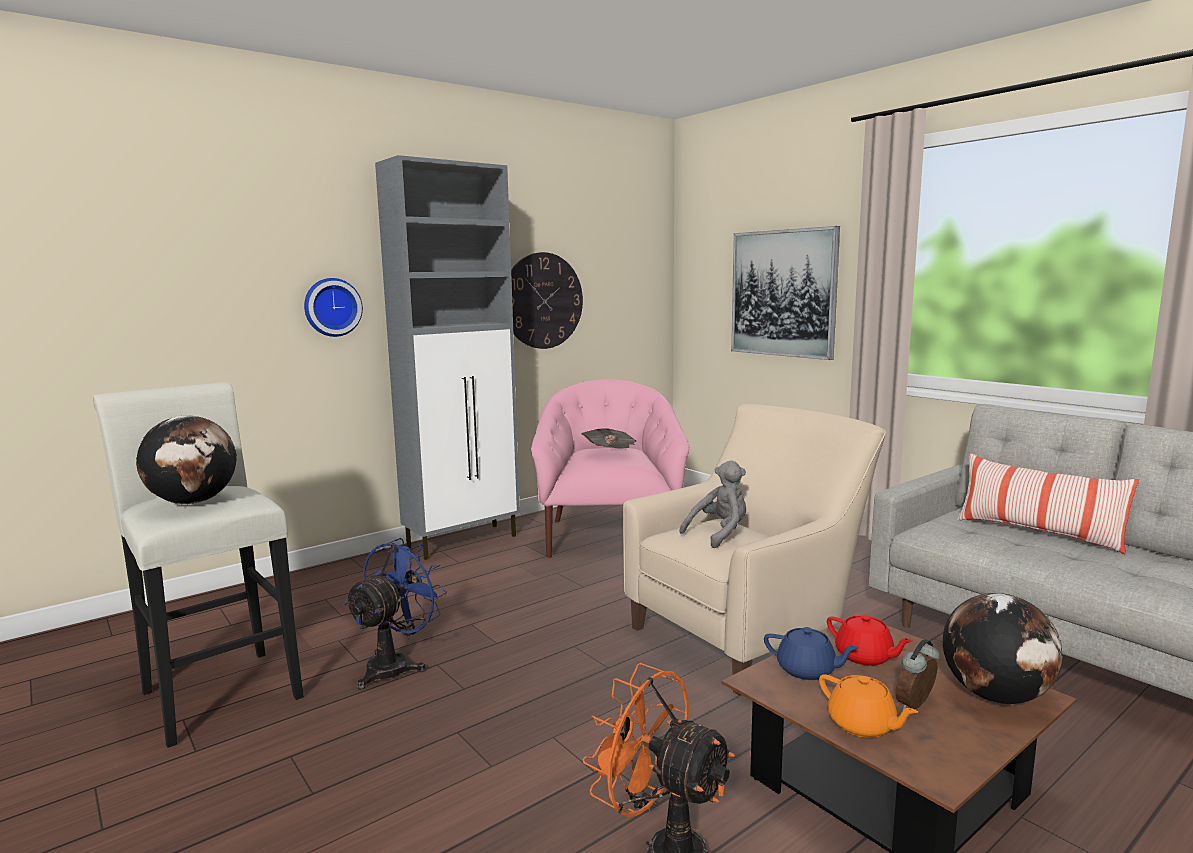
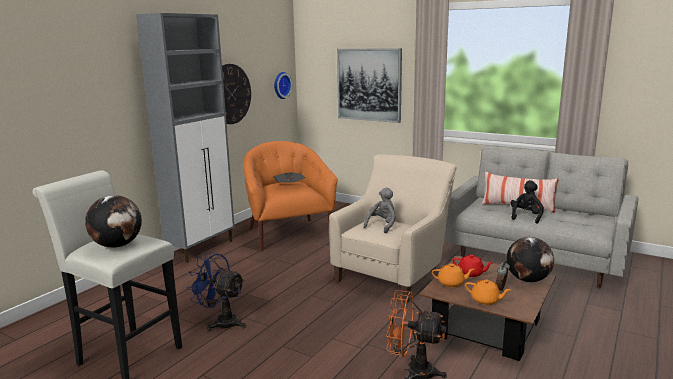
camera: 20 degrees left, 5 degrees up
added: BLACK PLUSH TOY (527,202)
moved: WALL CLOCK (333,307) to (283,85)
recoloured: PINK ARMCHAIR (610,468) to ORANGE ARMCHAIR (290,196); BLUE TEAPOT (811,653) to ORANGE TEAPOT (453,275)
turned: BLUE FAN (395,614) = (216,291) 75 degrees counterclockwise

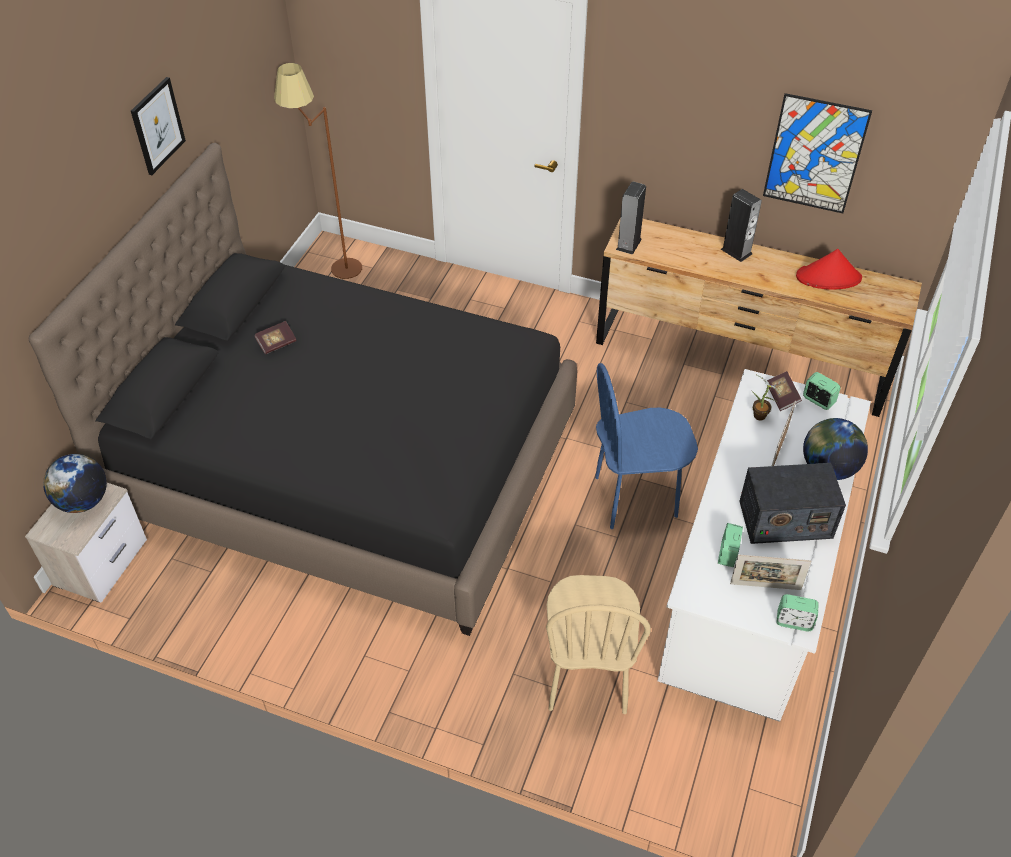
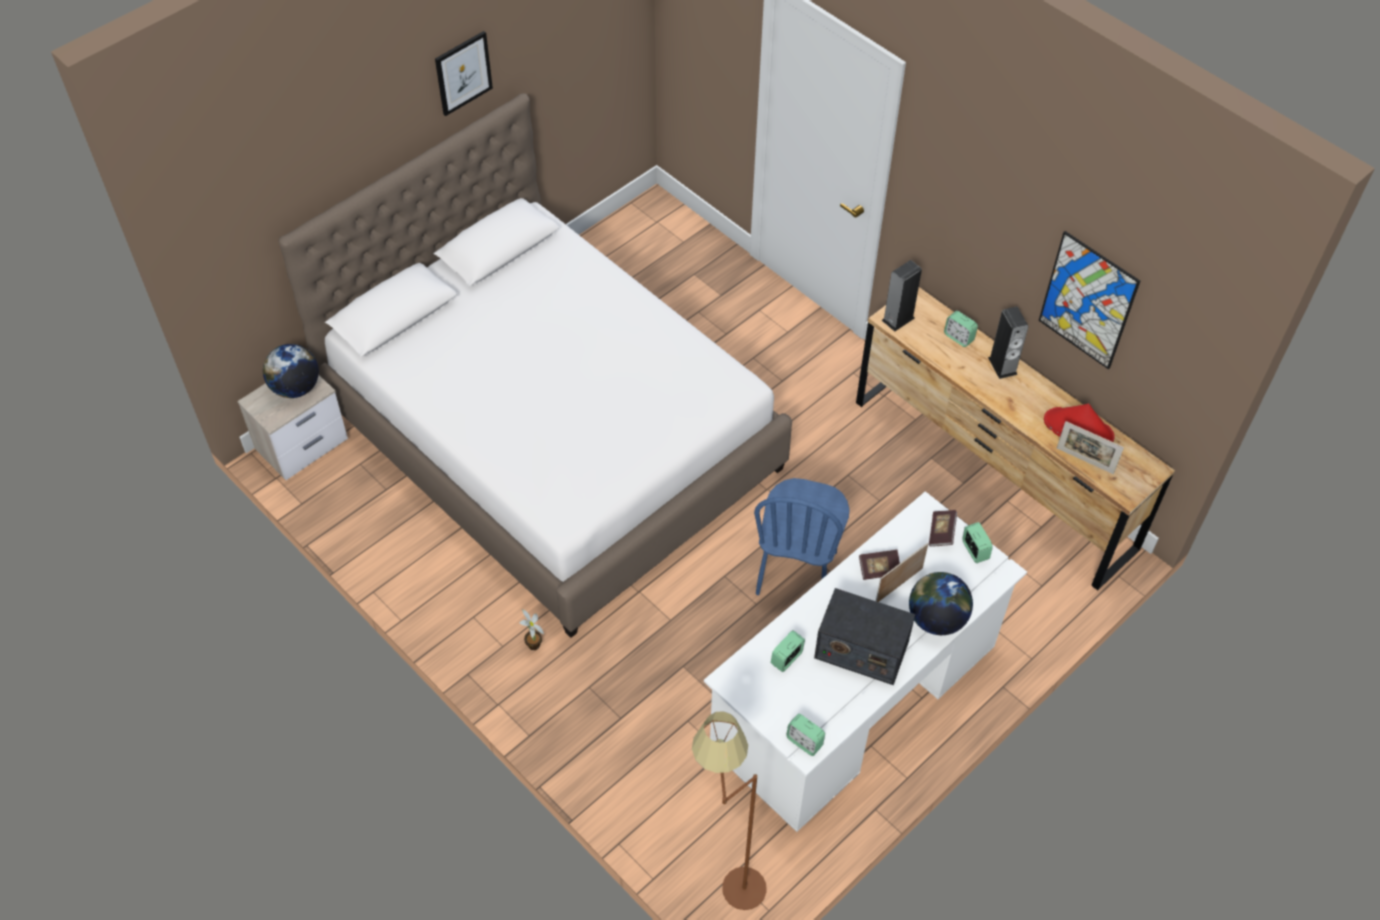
camera: 25 degrees right, 5 degrees up
removed: BEIGE CHAIR (598,644)
added: ALARM CLOCK (961,329)
moved: BROWN FLOOR LAMP (318,171) to (729,810); BOOK (275,337) to (879,565); POTTED PLANT (766,397) to (532,629); PICTURE FRAME (771,572) to (1090,447)
recoloured: BLACK BED (303,389) to WHITE BED (535,365)
turned: BLUE CHAIR (646,446) = (802,536) 90 degrees counterclockwise

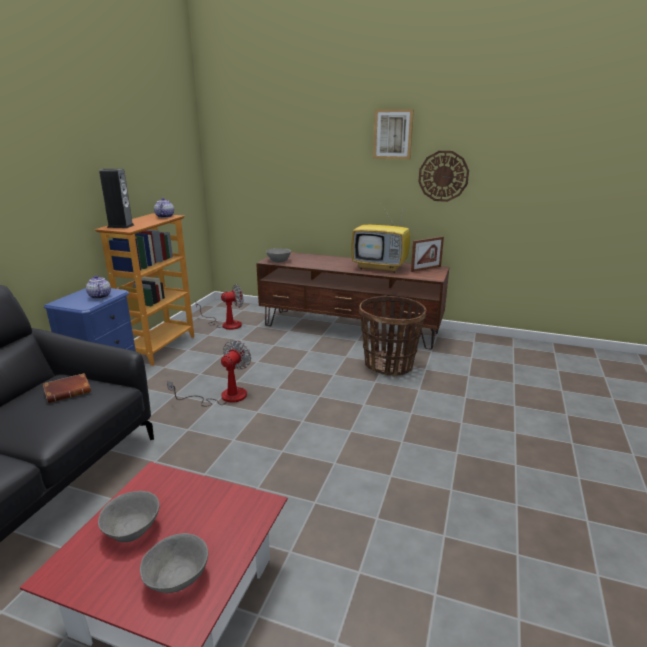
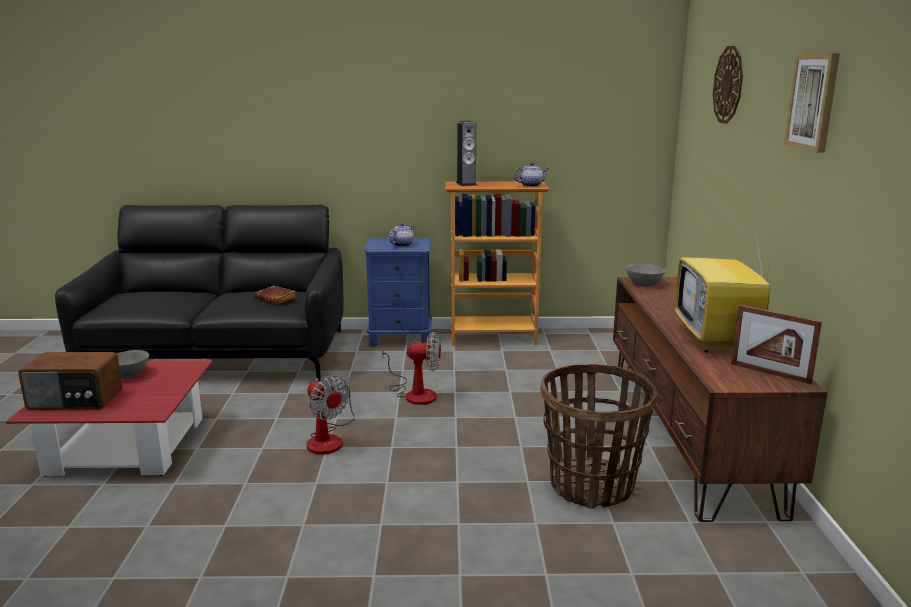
camera: 70 degrees right, 5 degrees down
moved: WALL CLOCK (443,176) to (728,85); FAN (219,307) to (331,415)
replaced: GREY BOWL (174,563) to RADIO (70,381)

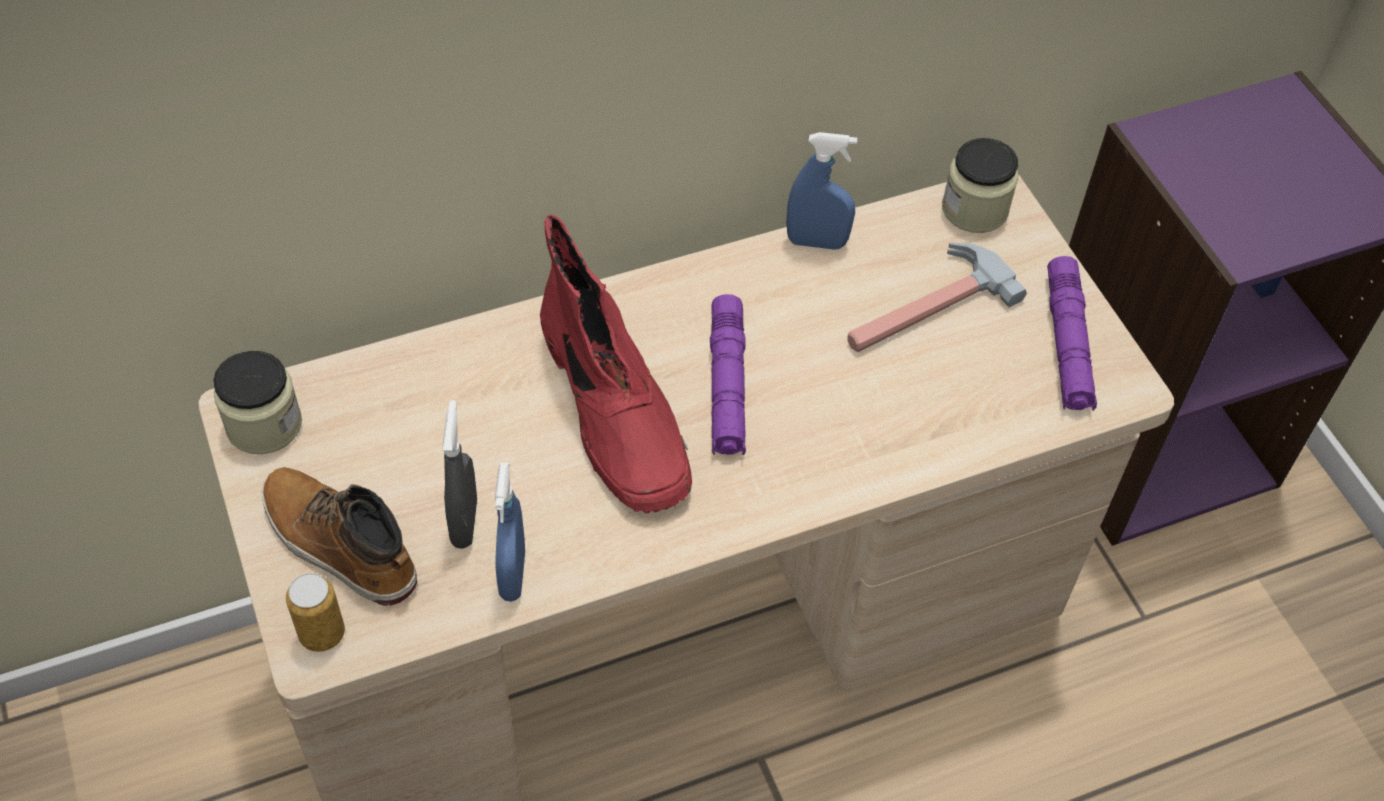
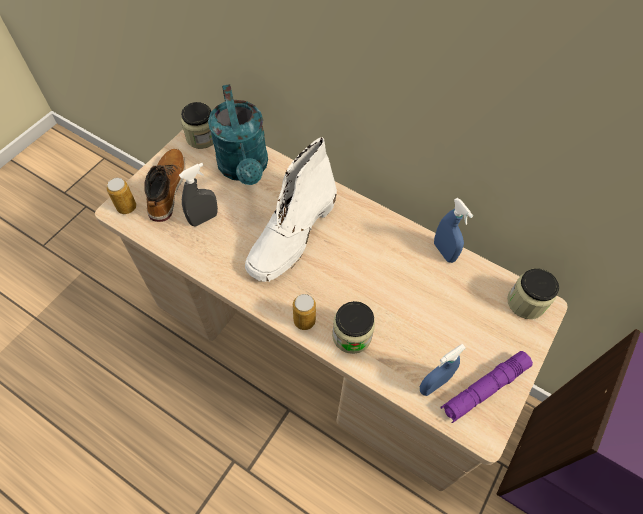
camera: 55 degrees right, 5 degrees up
removed: HAMMER (937,297); PURPLE FLASHLIGHT (728,374)
added: TURQUOISE WATERING CAN (238,134); CAN (304,312); JAR (353,327)
moved: BLUE SPRAY BOTTLE (510,532) to (443,370)
recoloured: RED BOOT (616,364) to WHITE BOOT (291,209)

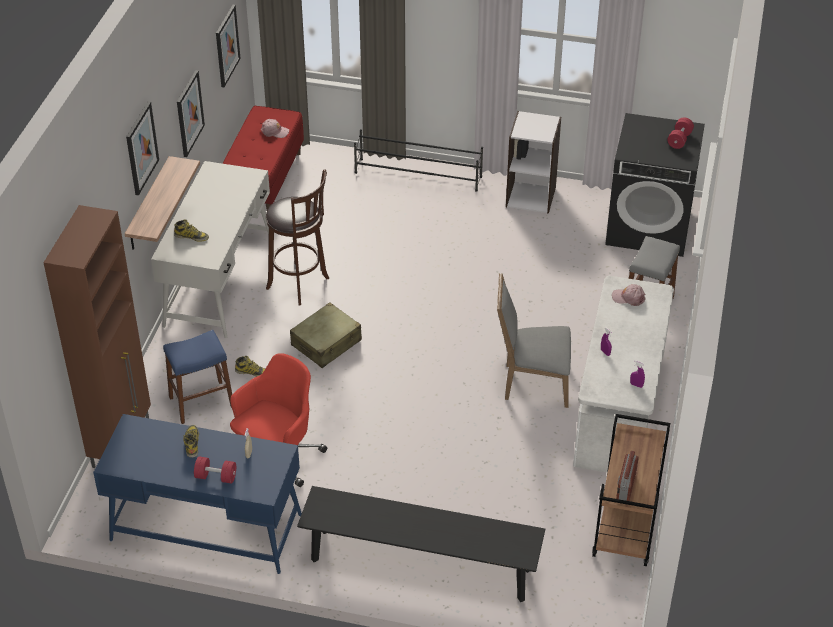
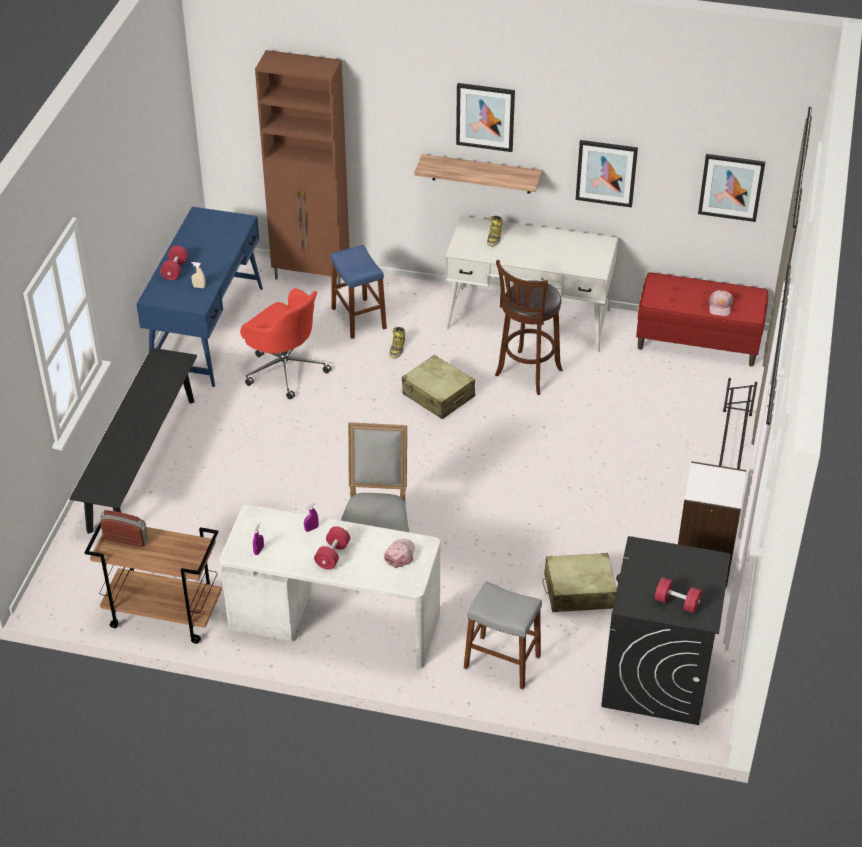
camera: 90 degrees right, 0 degrees up
removed: BOOT (191,441)
added: RED DUMBBELL (332,548); BEIGE SUITCASE (579,582)

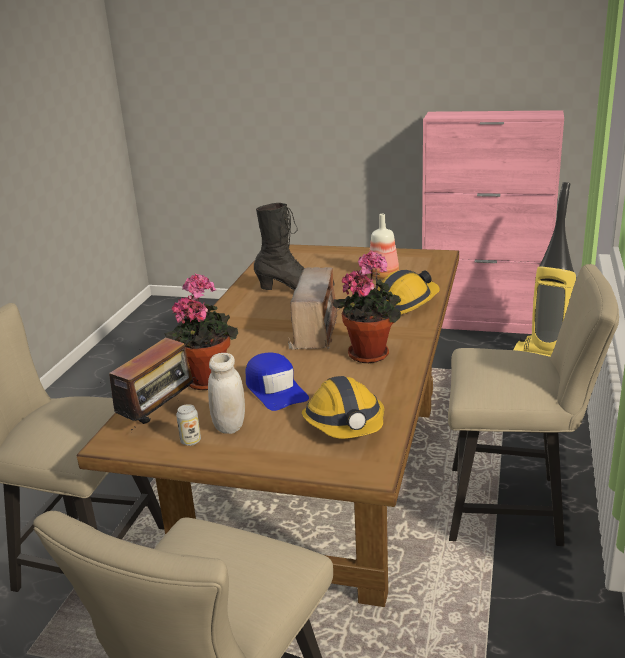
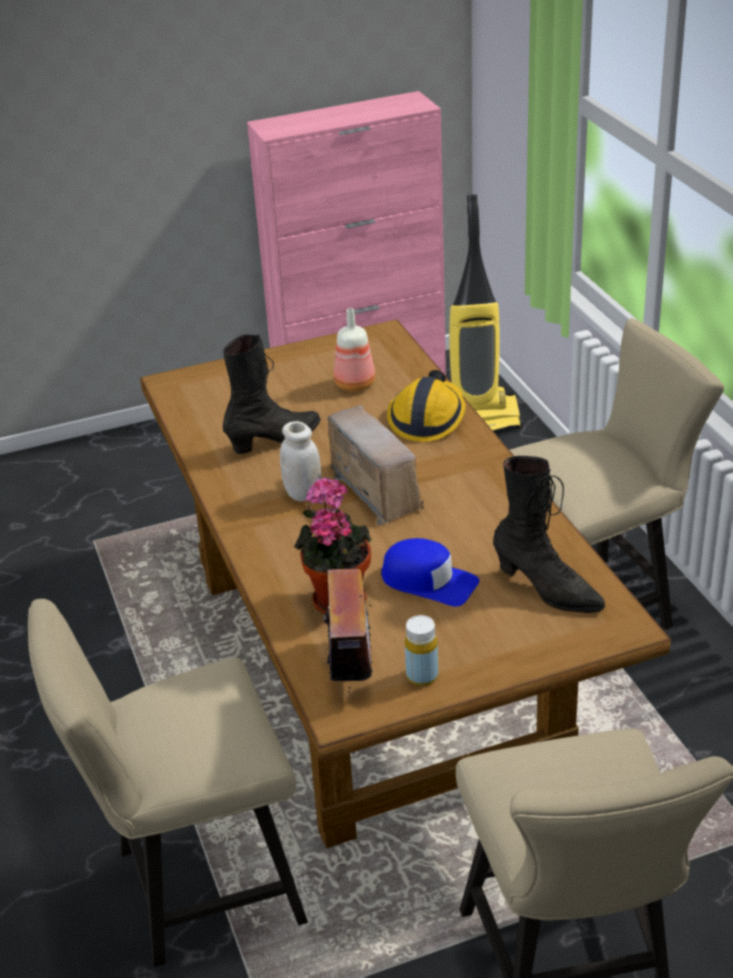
camera: 35 degrees left, 10 degrees up
removed: POTTED PLANT (367,307)
moved: WHITE JAR (226,393) to (300,461)
replaced: HARD HAT (343,407) to BLACK BOOT (549,534); CAN (188,425) to YELLOW BOTTLE (421,650)

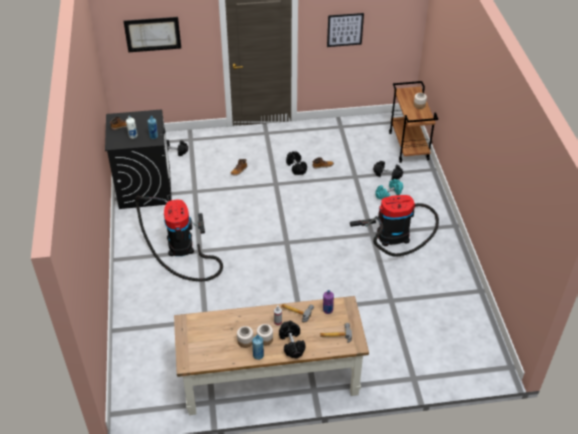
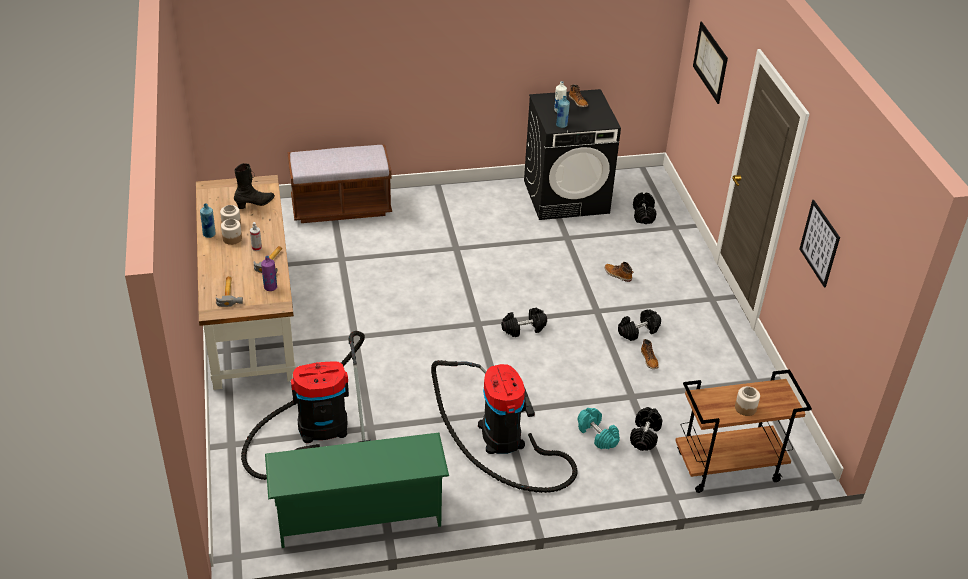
camera: 85 degrees right, 5 degrees down
added: BROWN BENCH (339,184); BLACK BOOT (254,186); GREEN SHOE RACK (357,490)
moved: VACUUM CLEANER (179,239) to (306,405); BLACK DUMBBELL (292,339) to (524,322)

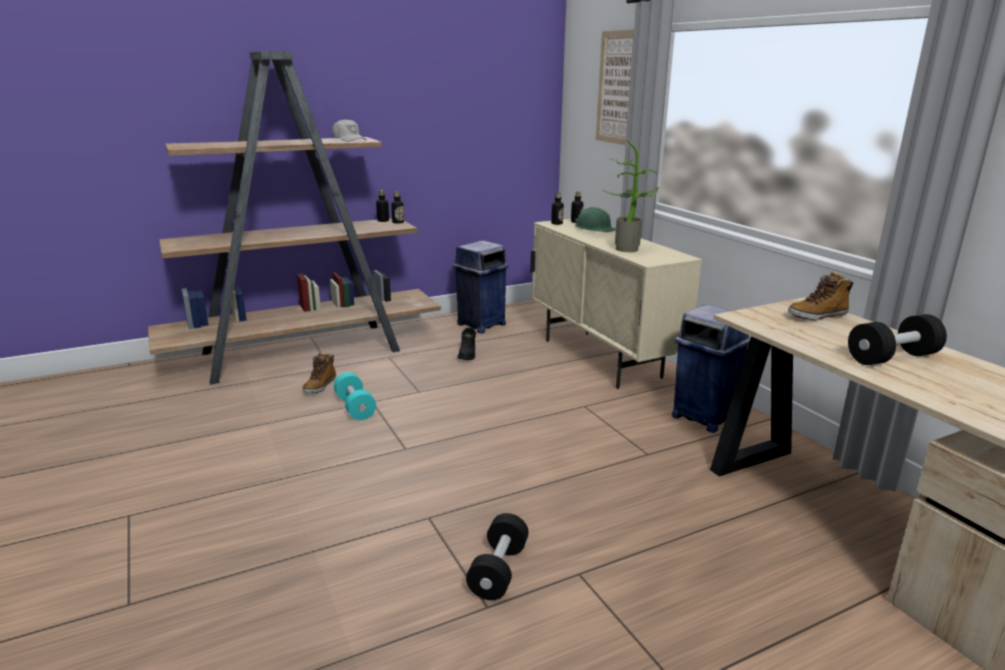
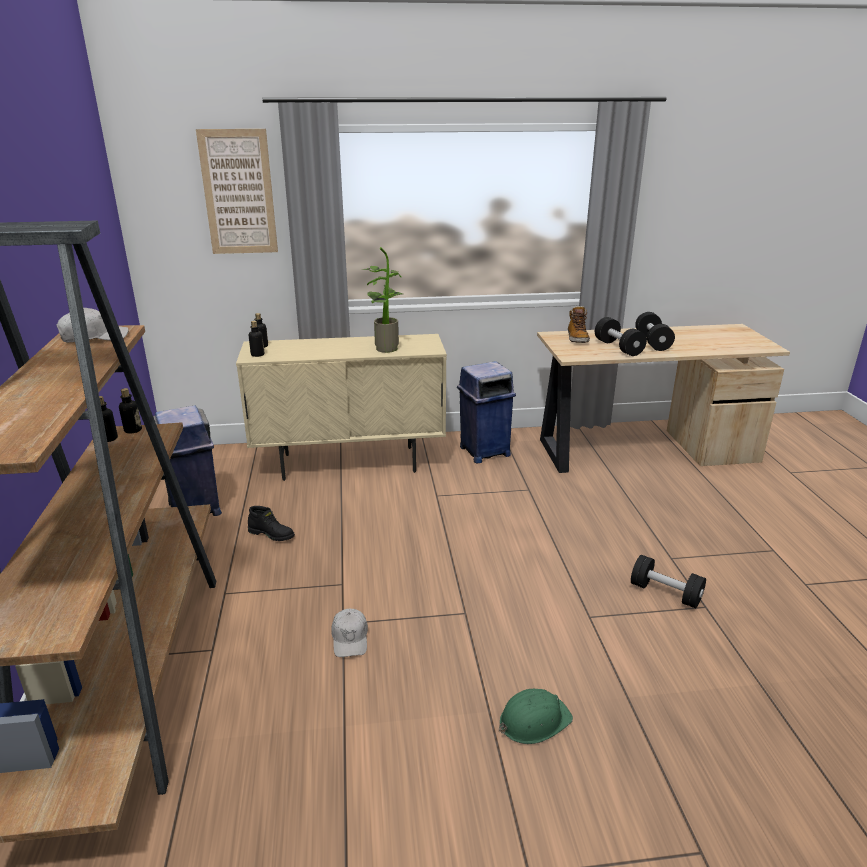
camera: 70 degrees left, 5 degrees up
removed: BOOT (319,372)
added: BLACK DUMBBELL (621,336)
moved: GREEN HARD HAT (595,219) to (536,716)
replaced: TURQUOISE DUMBBELL (355,396) to WHITE CAP (349,633)

